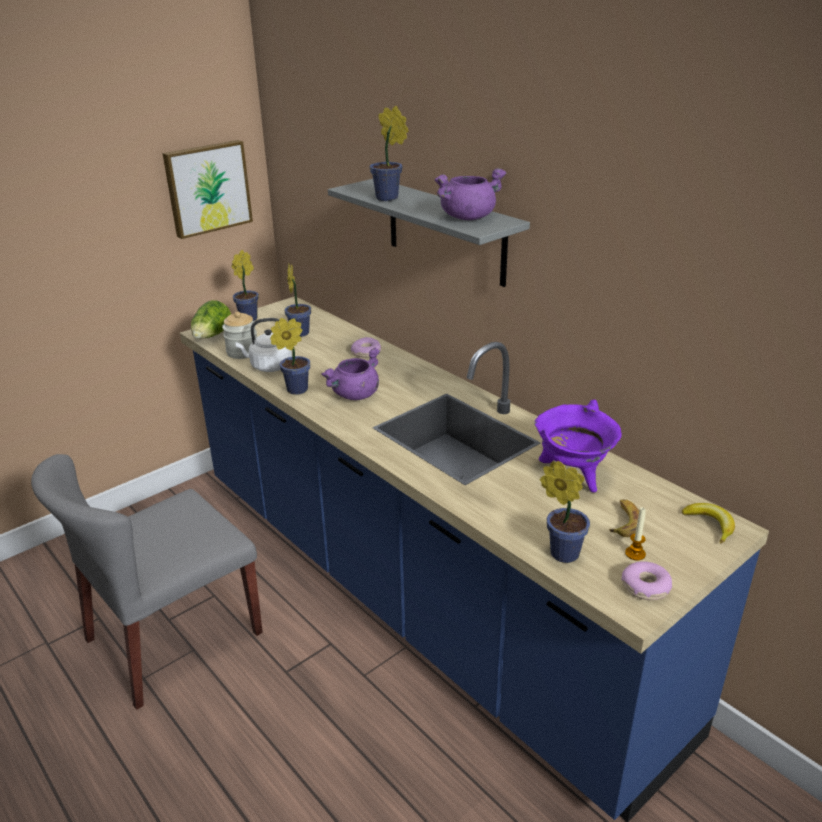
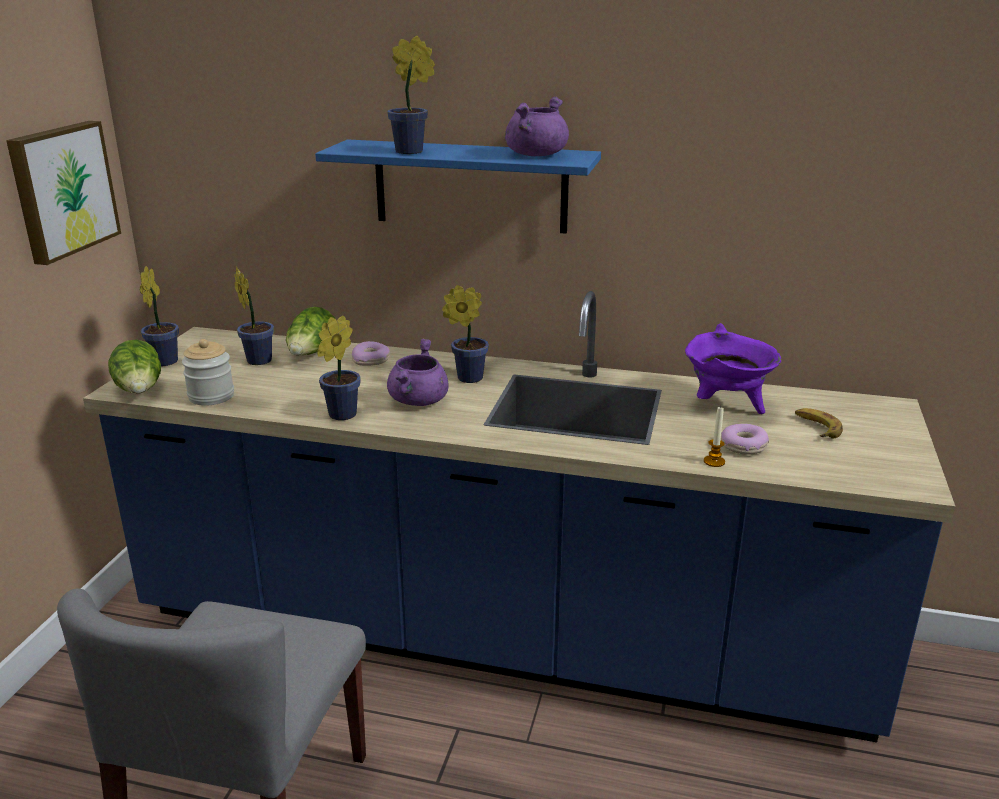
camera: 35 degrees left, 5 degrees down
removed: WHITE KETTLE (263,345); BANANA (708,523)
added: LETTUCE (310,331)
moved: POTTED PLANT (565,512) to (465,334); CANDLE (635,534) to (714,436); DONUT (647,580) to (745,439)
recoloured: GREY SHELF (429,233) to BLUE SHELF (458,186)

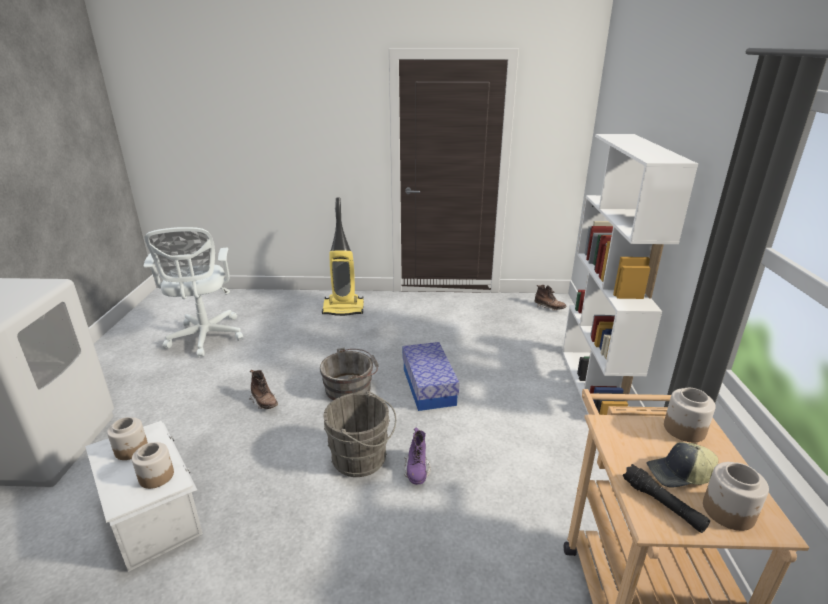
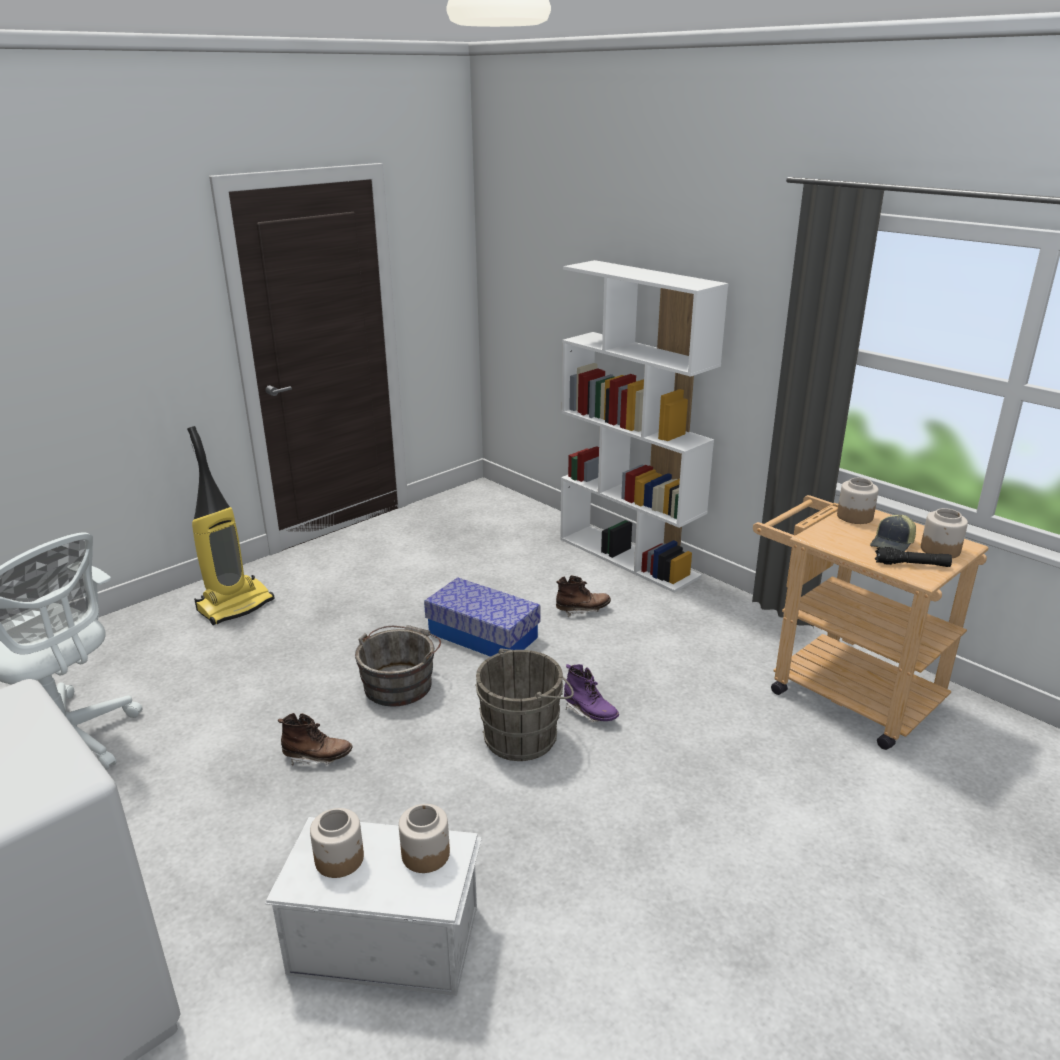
camera: 45 degrees left, 0 degrees up
moved: BROWN BOOT (551,297) to (583,596)

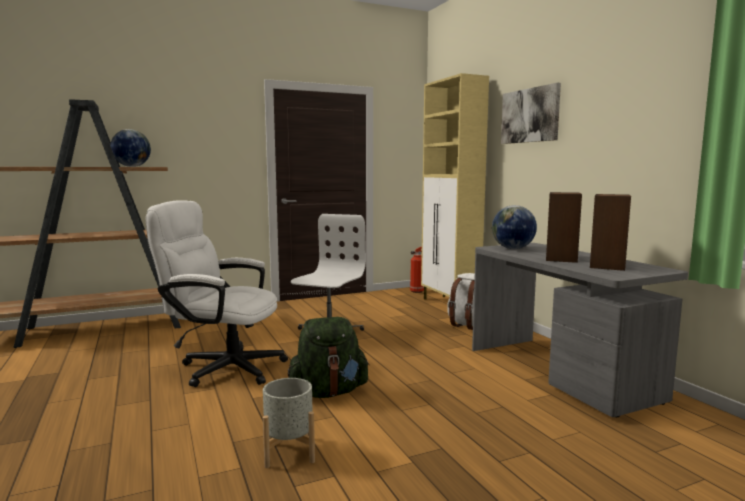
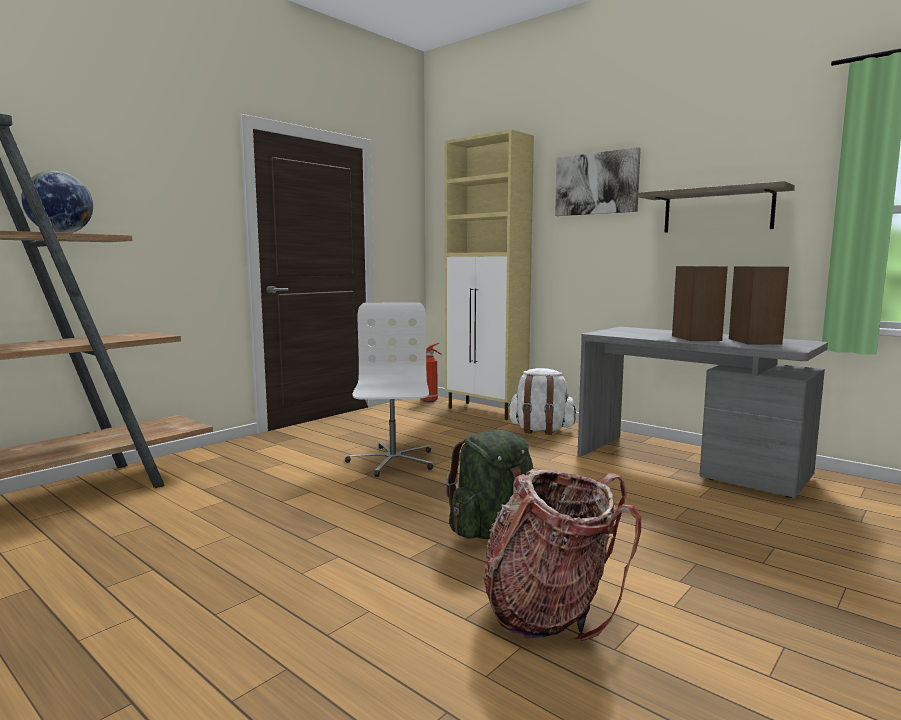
camera: 25 degrees left, 0 degrees up
removed: WHITE OFFICE CHAIR (217,293); GLOBE (514,227)
added: SHELF (716,207)
replaced: GREY PLANTER (289,423) to BACKPACK (562,555)

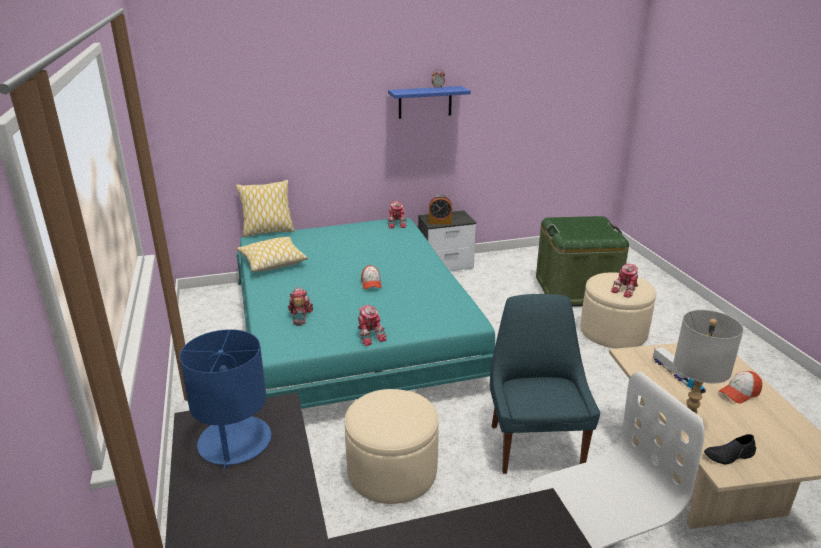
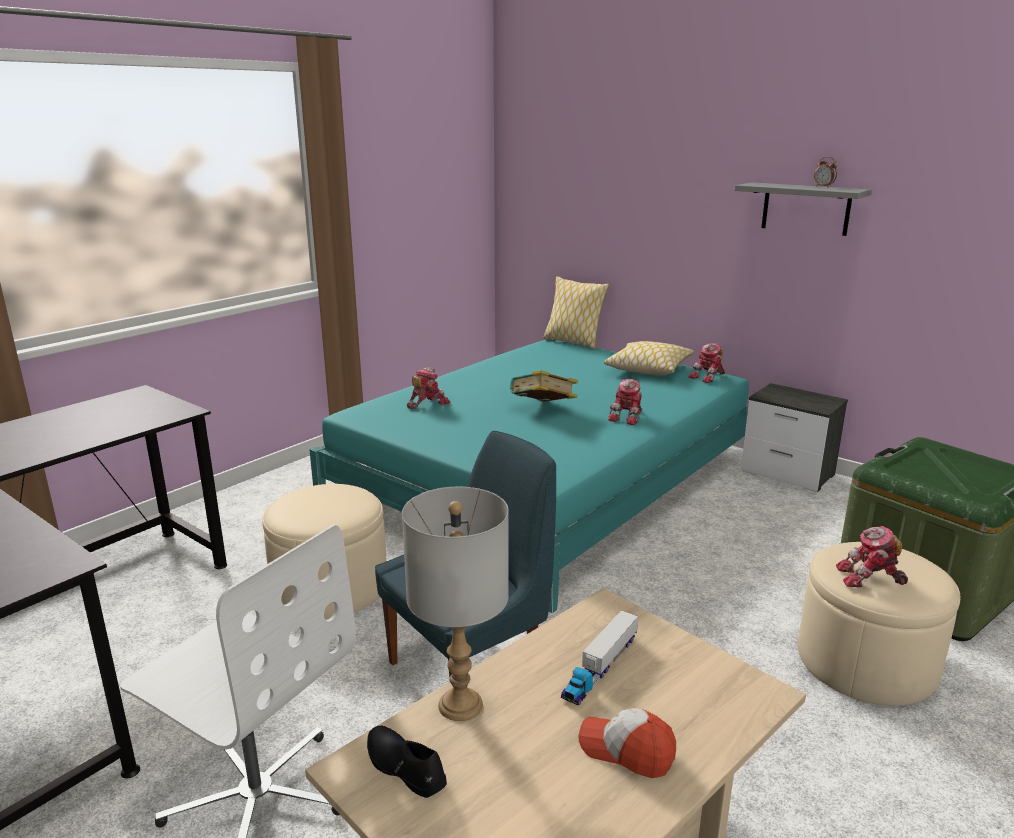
camera: 55 degrees right, 5 degrees down
removed: ALARM CLOCK (440,209); BLUE TABLE LAMP (225,400)
moved: PILLOW (272,254) to (649,358); TOY ROBOT (372,325) to (625,402)
replaced: CAP (371,277) to BOOK (544,386)
recoloured: BLUE SHELF (429,102) to GREY SHELF (803,209)

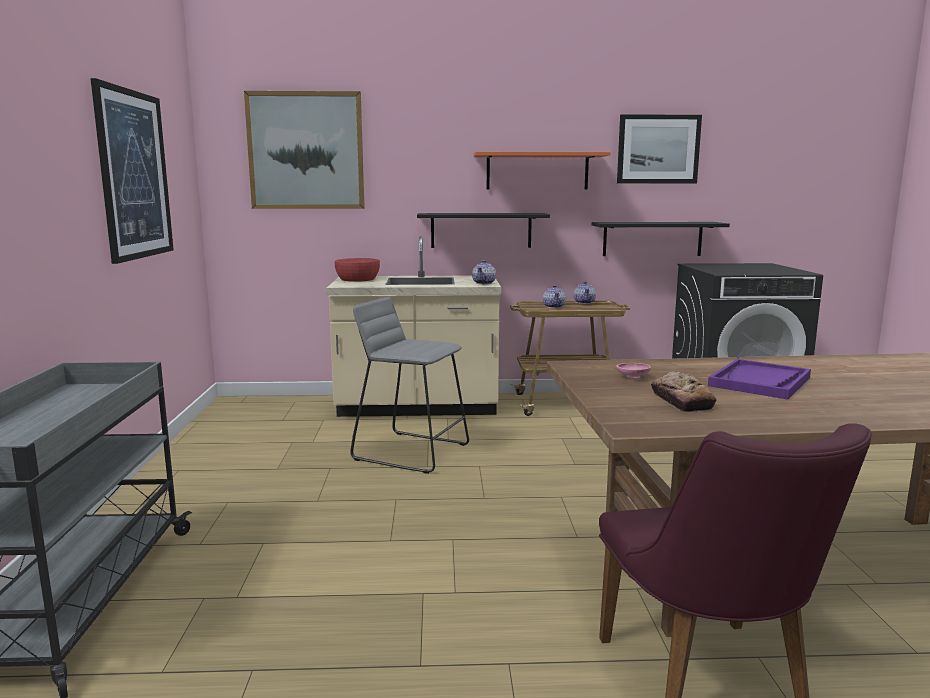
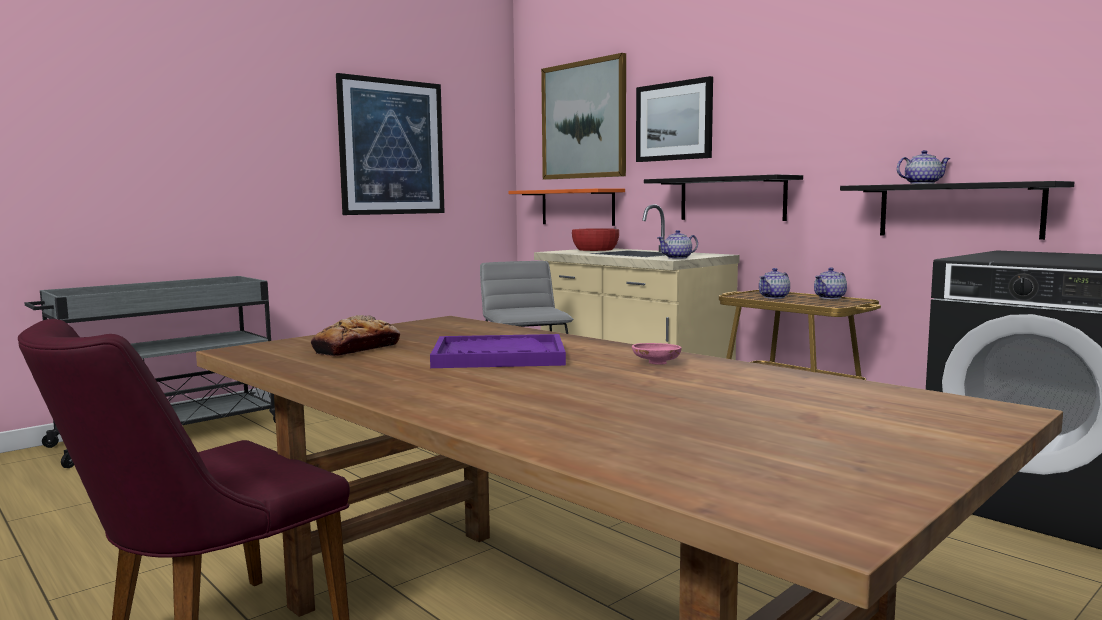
camera: 50 degrees right, 5 degrees down
added: TEAPOT (924,167)
moved: PICTURE (659,148) to (674,119); ORANGE SHELF (542,170) to (566,207); PINK BOWL (633,370) to (657,354)

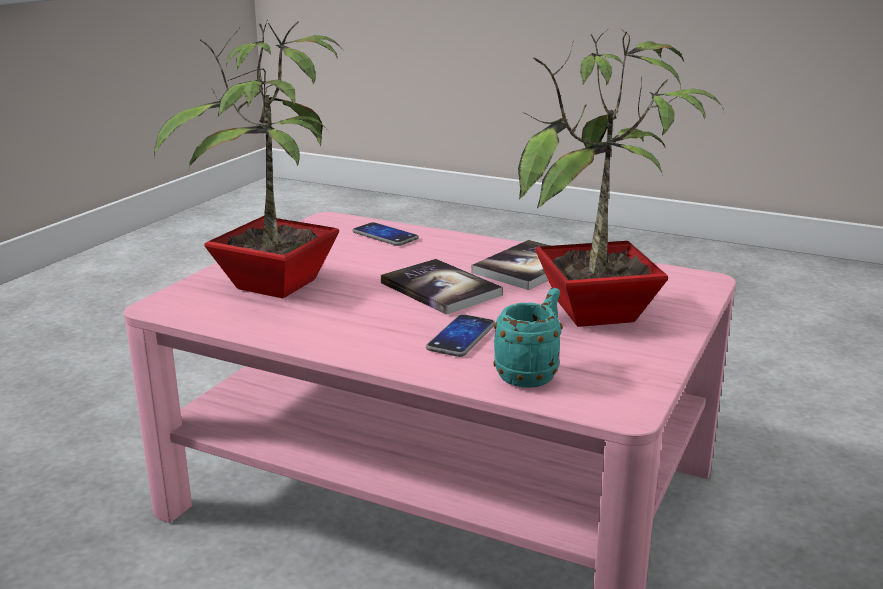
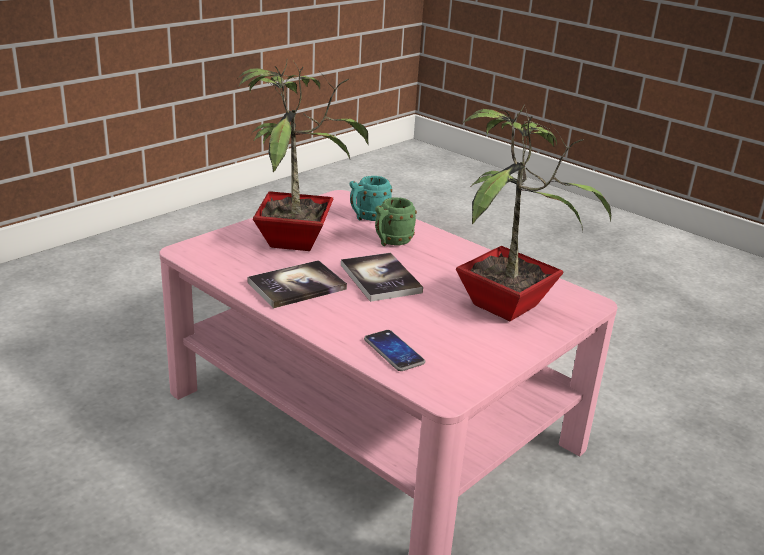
camera: 165 degrees left, 5 degrees up
replaced: PHONE (460,335) to GREEN MUG (396,221)

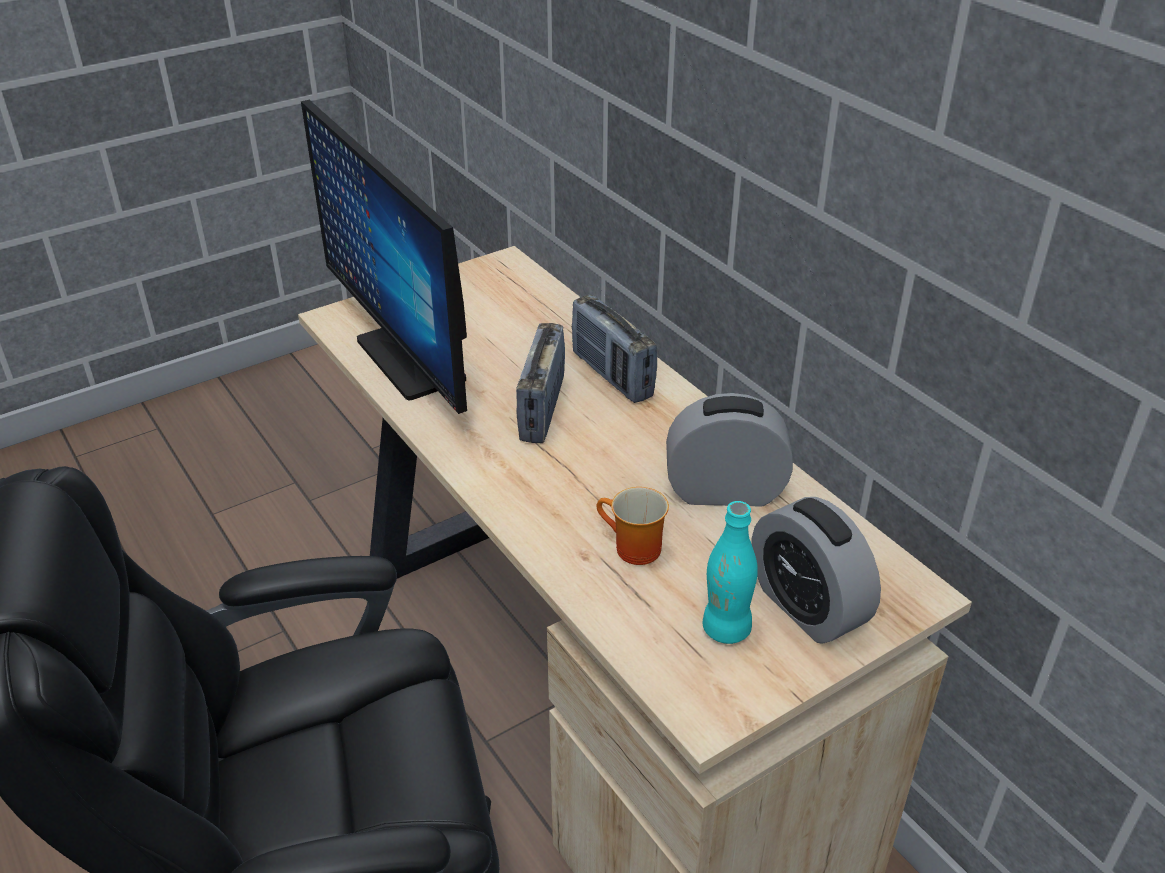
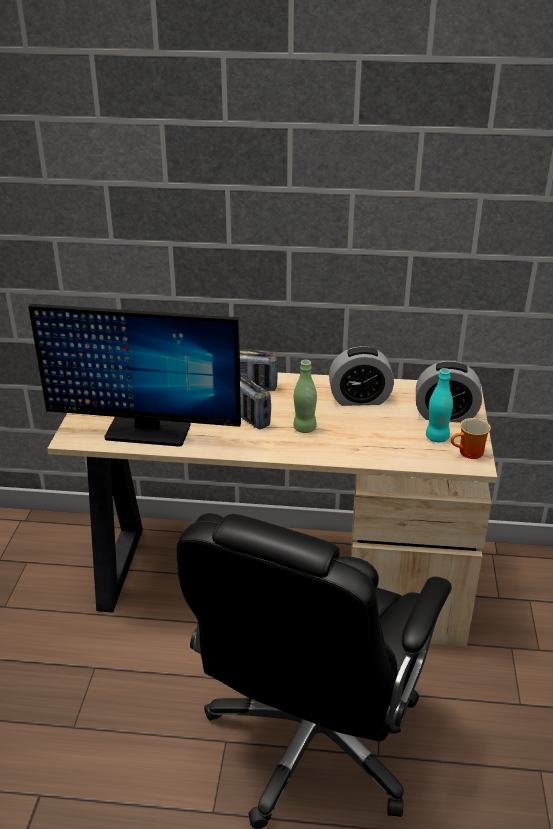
camera: 50 degrees left, 5 degrees down
added: GREEN BOTTLE (305,396)
moved: MUG (633,526) to (471,438)
turned: ALARM CLOCK (729,450) = (361,376) 135 degrees counterclockwise

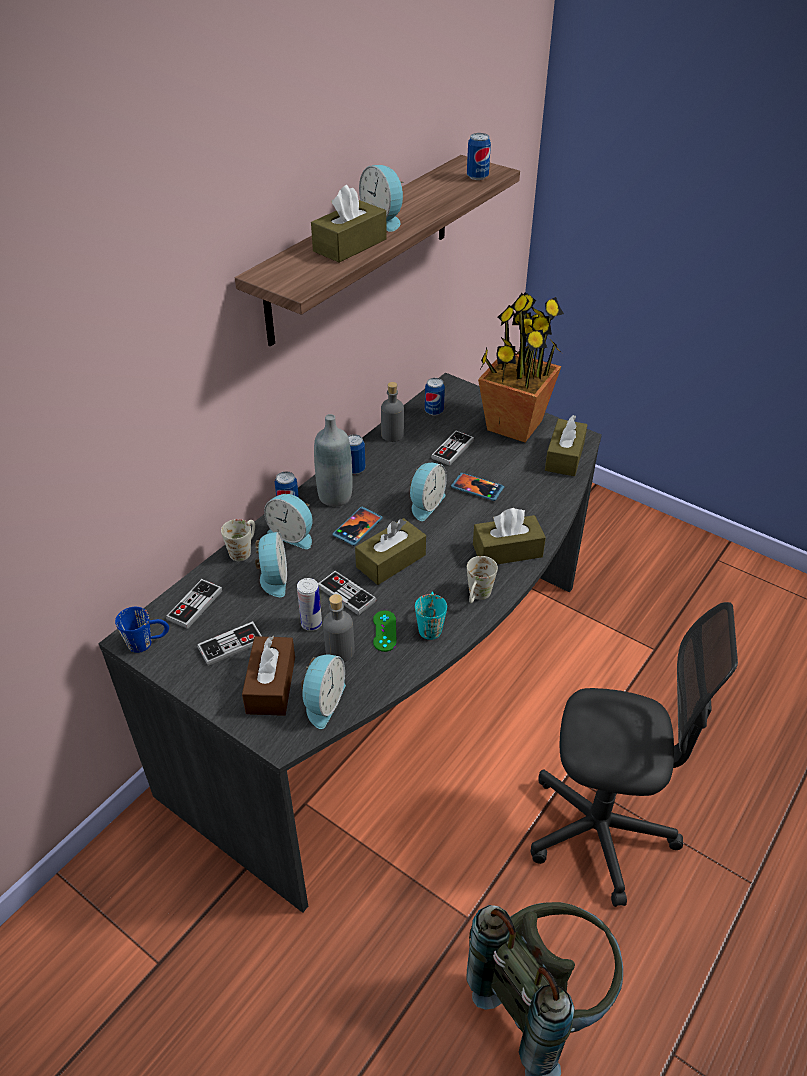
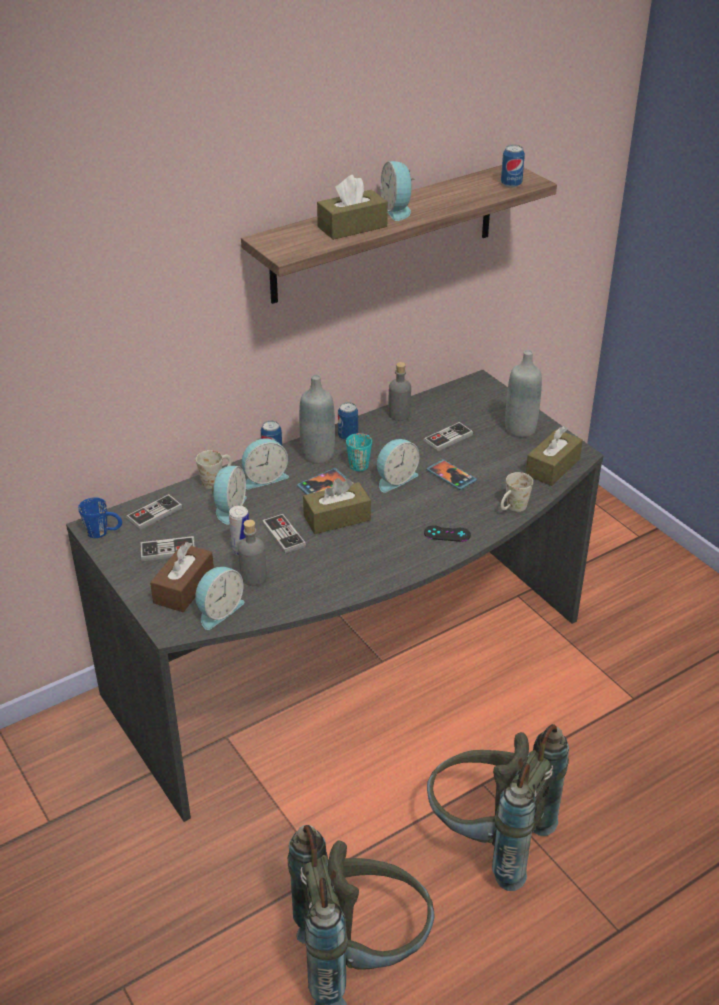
camera: 20 degrees right, 5 degrees down
removed: CAN (435,396); GREEN GAME CONTROLLER (385,631)
moved: WHITE MUG (482,579) to (517,492); TURQUOISE MUG (431,616) to (359,452)
replaced: POTTED PLANT (521,367) to GREY BOTTLE (523,393); BROWN TISSUE BOX (509,536) to BLACK GAME CONTROLLER (447,533); GREY OFFICE CHAIR (634,754) to GREY BACKPACK (498,807)
turned: ALARM CLOCK (288,521) = (265,463) 75 degrees counterclockwise

